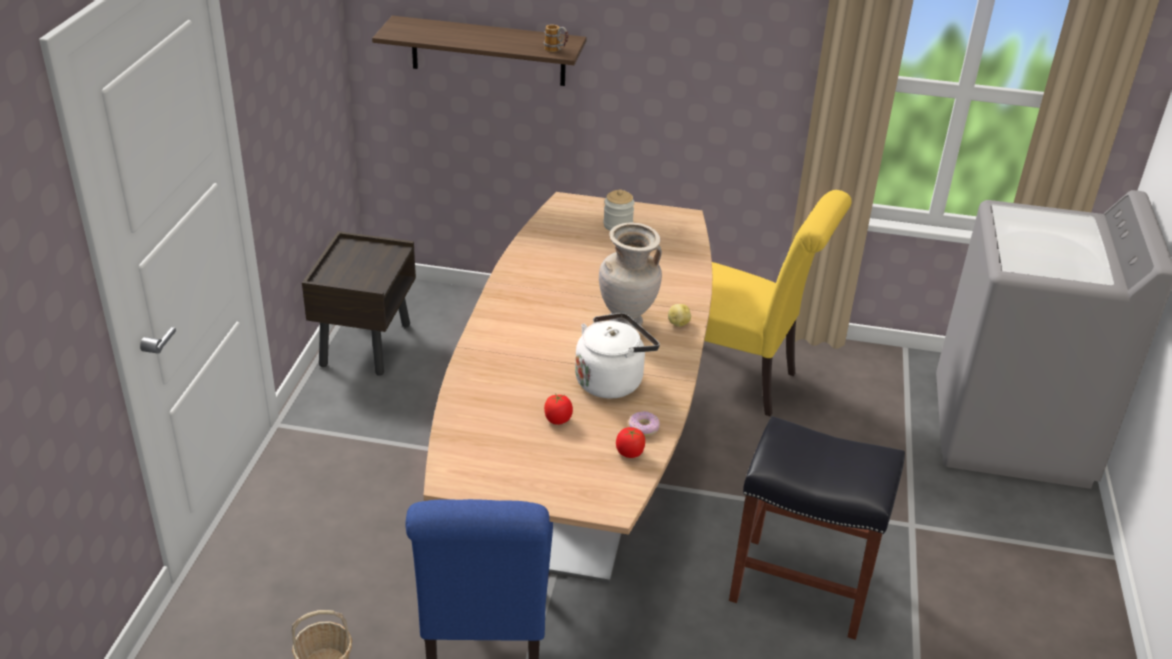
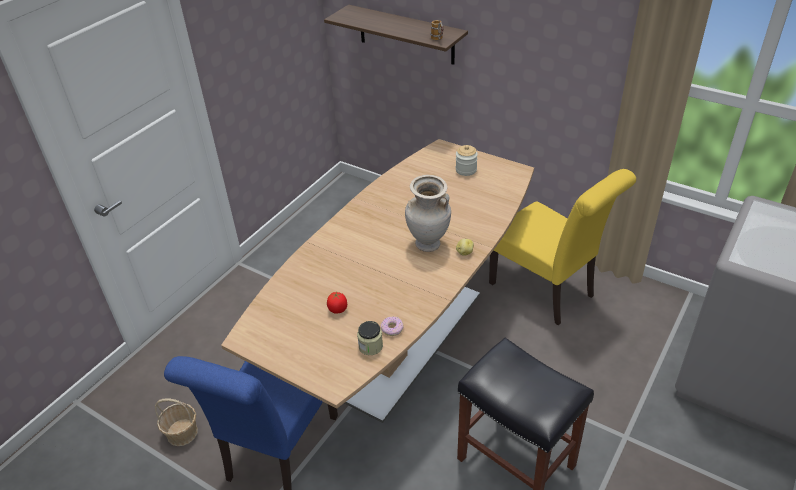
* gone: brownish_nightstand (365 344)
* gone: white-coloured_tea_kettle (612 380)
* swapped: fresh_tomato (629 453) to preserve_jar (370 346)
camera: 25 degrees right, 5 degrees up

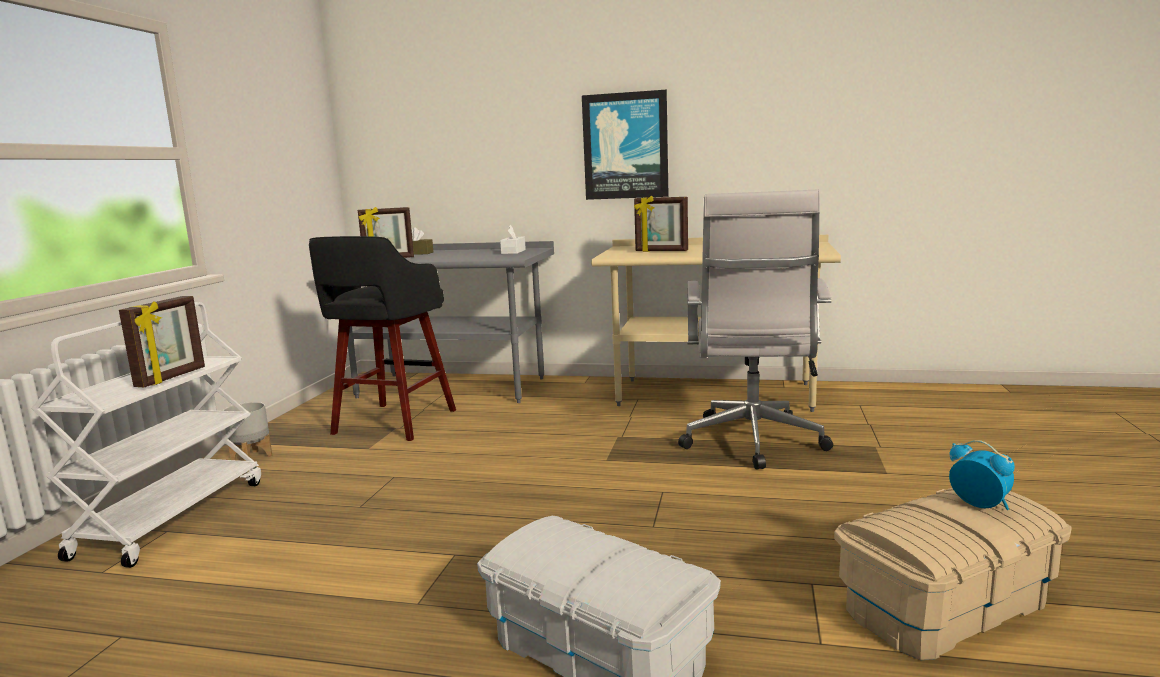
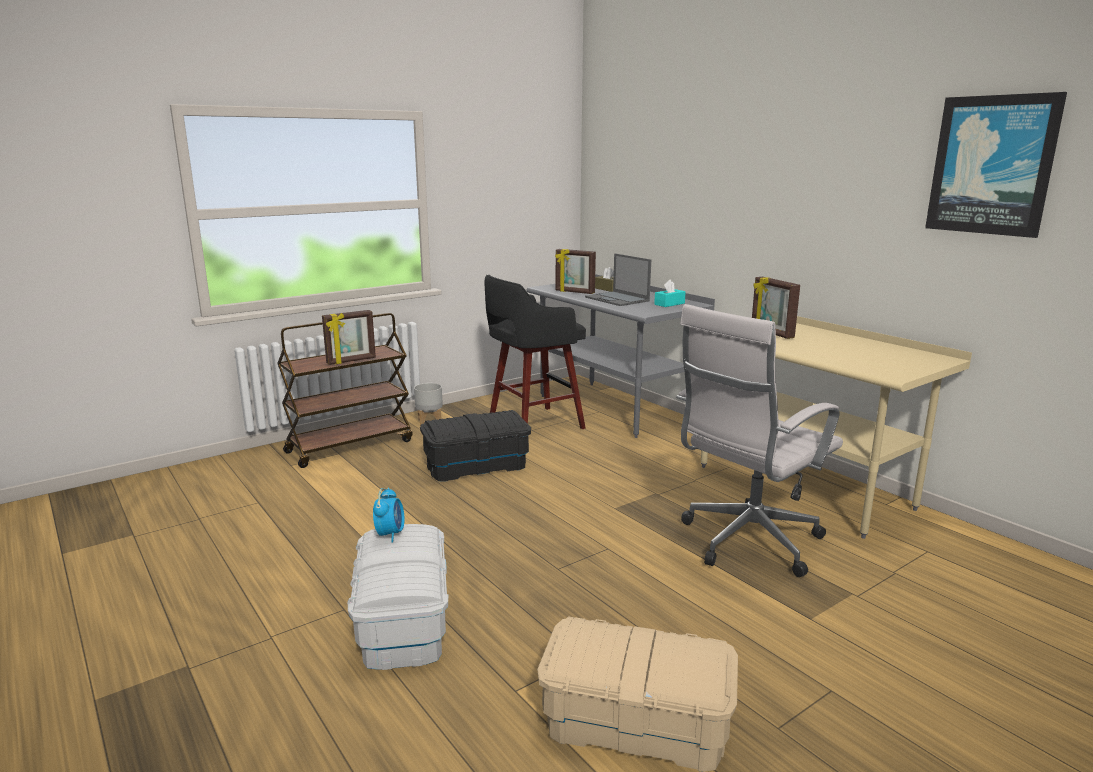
* repainted: white-coloured_wheeled_cart (172 517) to brownish_wheeled_cart (350 446)
* repainted: white-coloured_tissue_box (513 252) to turquoise_tissue_box (669 304)
* shifted: wall_picture (625 146) to (992 165)
* shifted: bedside_clock (979 505) to (390 534)
* new: black-coloured_storage_container (476 465)
* new: laptop (617 299)
camera: 40 degrees right, 5 degrees up

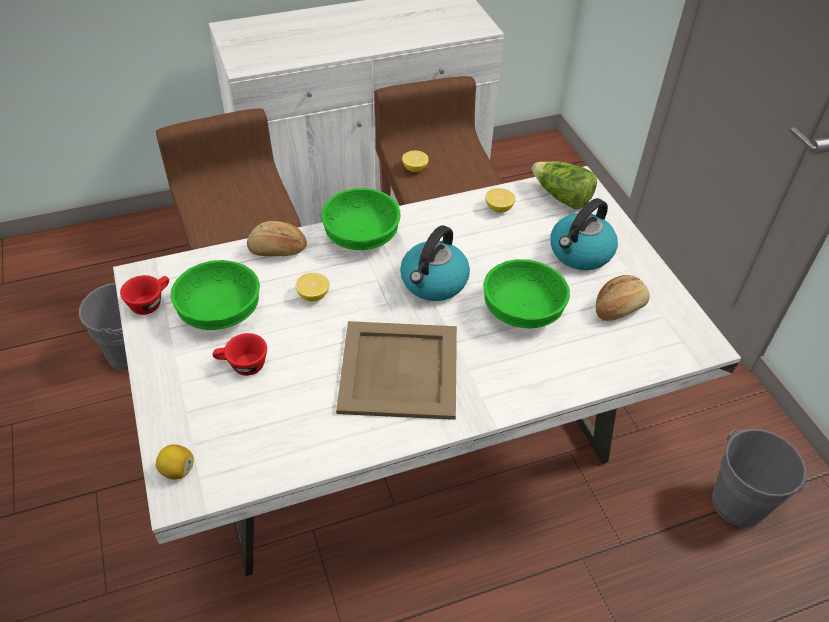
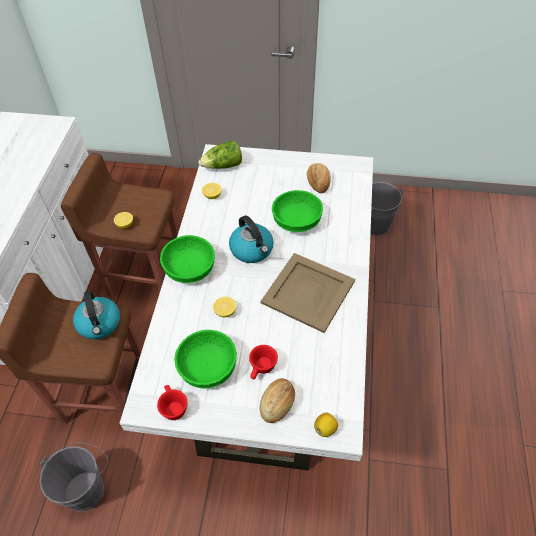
* shifted: baked_bread (277 250) to (278 404)
* shifted: tea_kettle (580 253) to (100 324)
camera: 60 degrees left, 5 degrees up

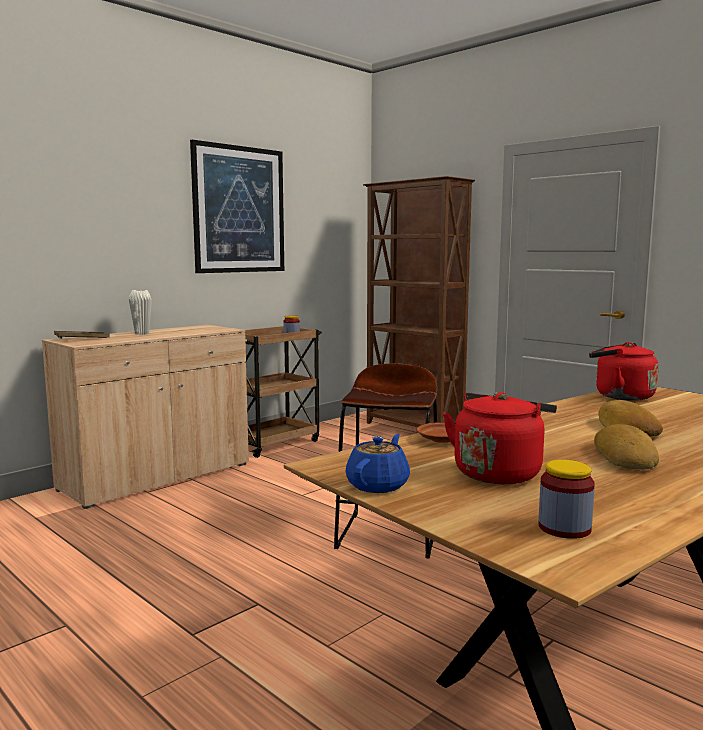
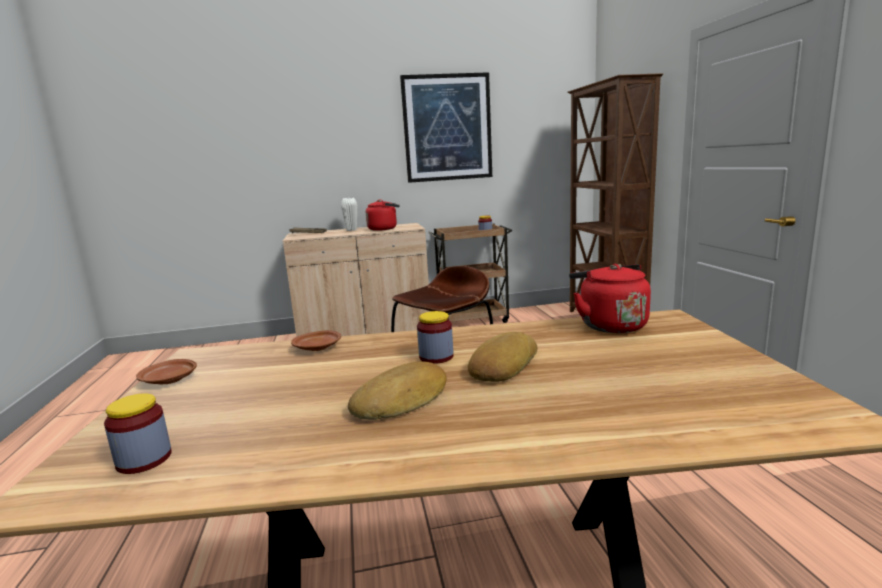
* swapped: blue-coloured_tea_pot (378 485) to brownish_dinner_plate (169 380)
* shifted: red_tea_kettle (498 472) to (384 229)
* new: preserve_jar (436 357)
camera: 35 degrees right, 5 degrees up

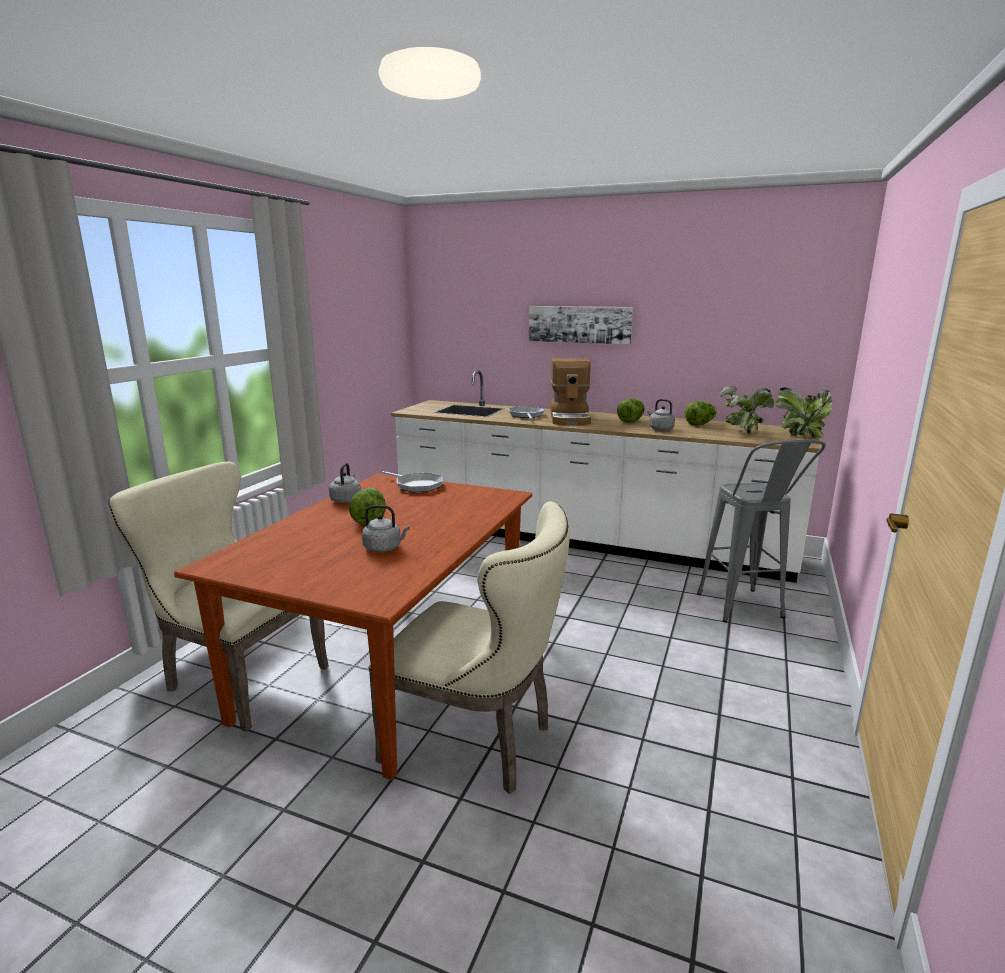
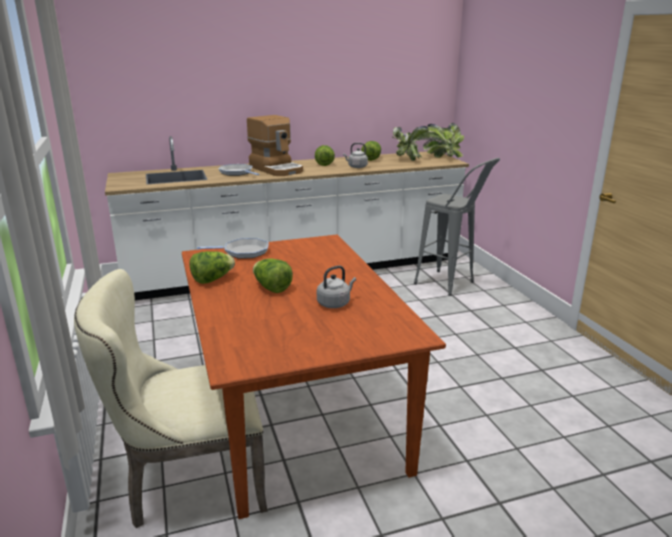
* swapped: gray_tea_kettle (346 500) to lettuce_head (212 279)
* gone: beige_upright_chair (479 741)
* gone: wall_picture (579 324)
camera: 40 degrees left, 5 degrees up

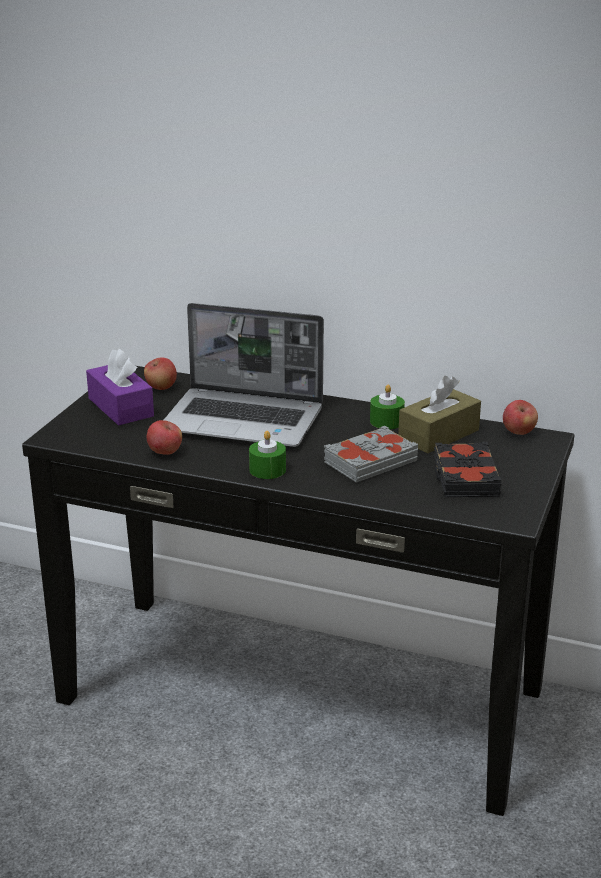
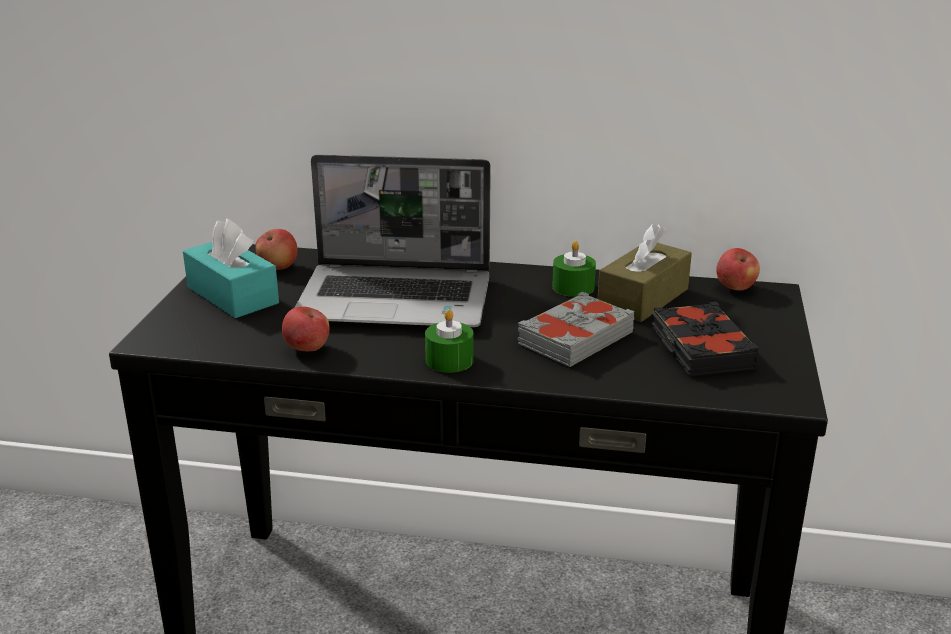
* repainted: purple_tissue_box (120 407) to turquoise_tissue_box (232 295)
camera: 10 degrees left, 0 degrees up

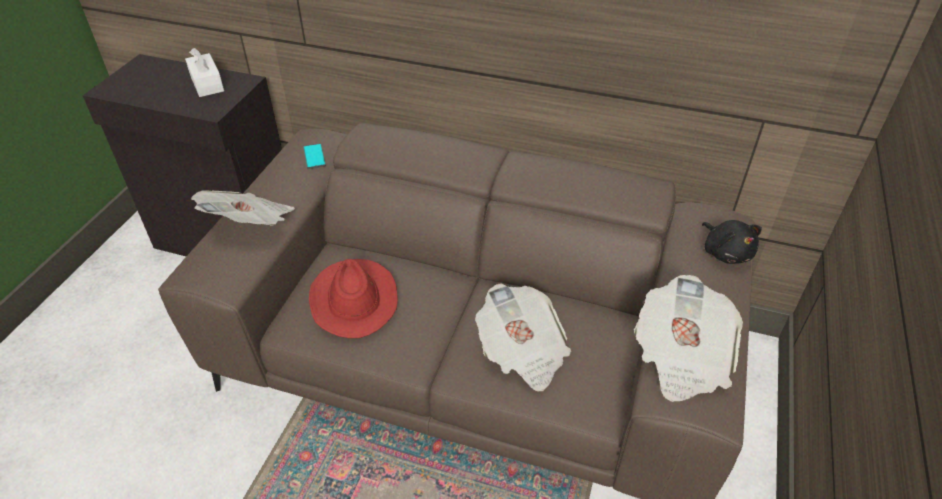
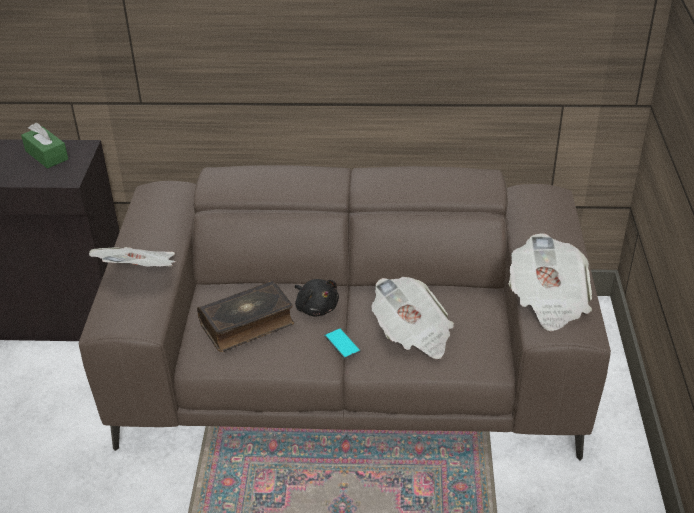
* repainted: white-coloured_tissue_box (207 83) to green_tissue_box (46 155)
* shifted: telephone (314 156) to (342 344)
* swapped: red_wearable_hat (353 299) to book (247 324)
* shifted: black-coloured_plush_toy (726 252) to (316 307)
camera: 15 degrees left, 5 degrees down

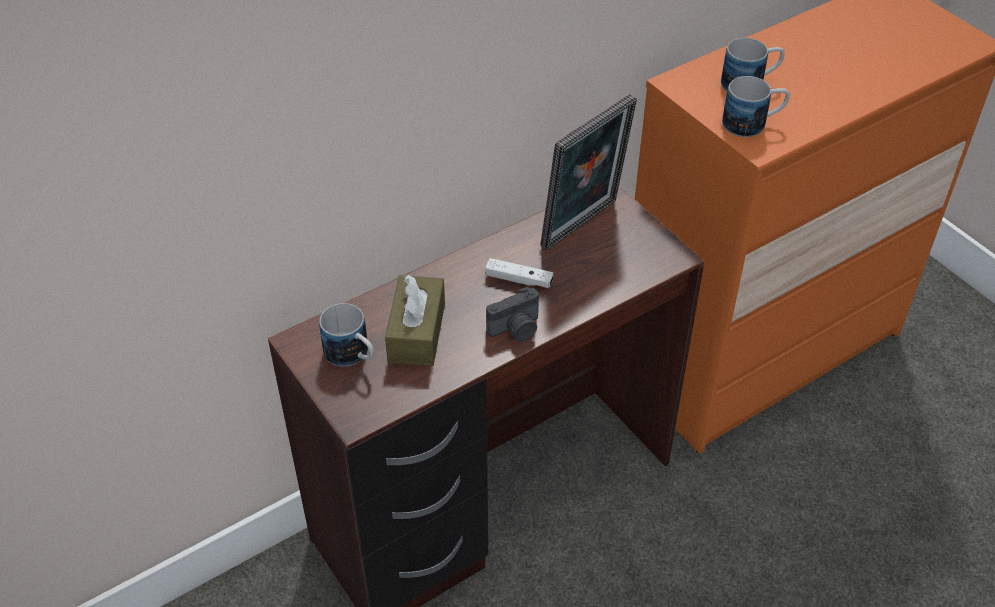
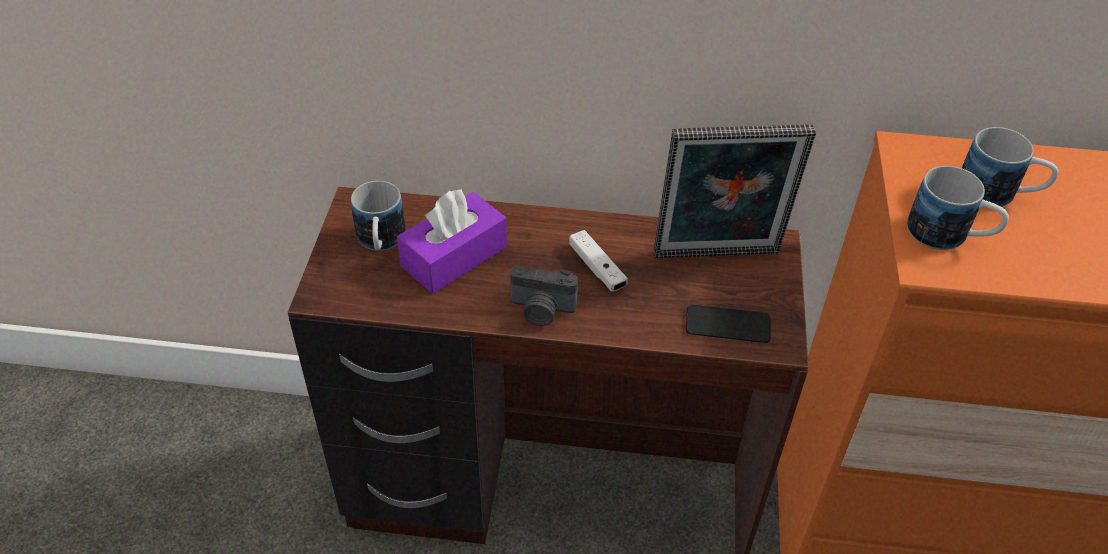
* repainted: brownish_tissue_box (416 332) to purple_tissue_box (454 256)
* new: telephone (727 325)
camera: 40 degrees right, 0 degrees up

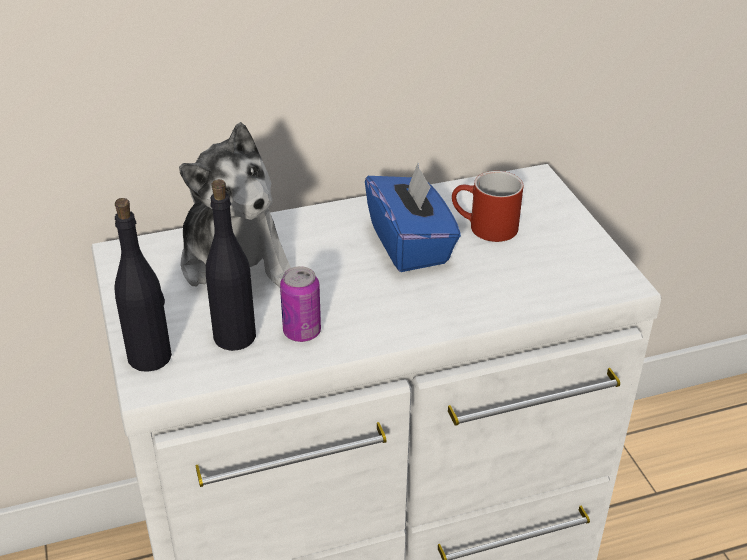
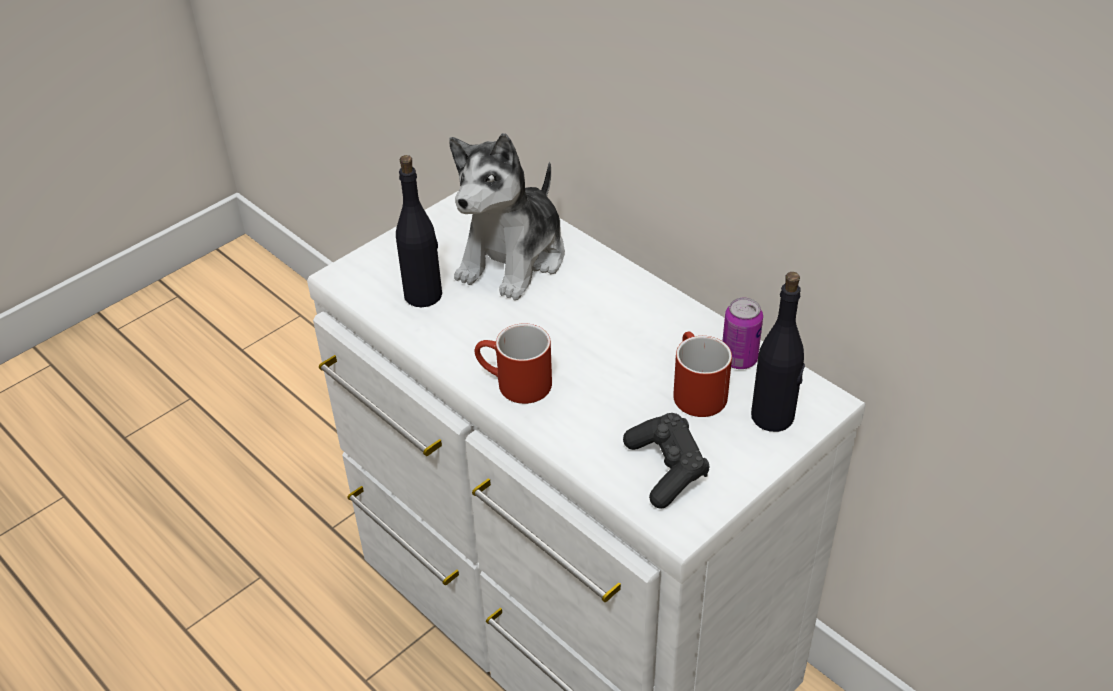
* shifted: black-coloured_beverage_bottle (150 356) to (773 417)
* shifted: metal_can (302 332) to (739 359)
* gone: blue-coloured_tissue_box (410 245)
* new: red_mug (514 384)
* new: black-coloured_gamepad (666 469)
camera: 65 degrees right, 5 degrees up

